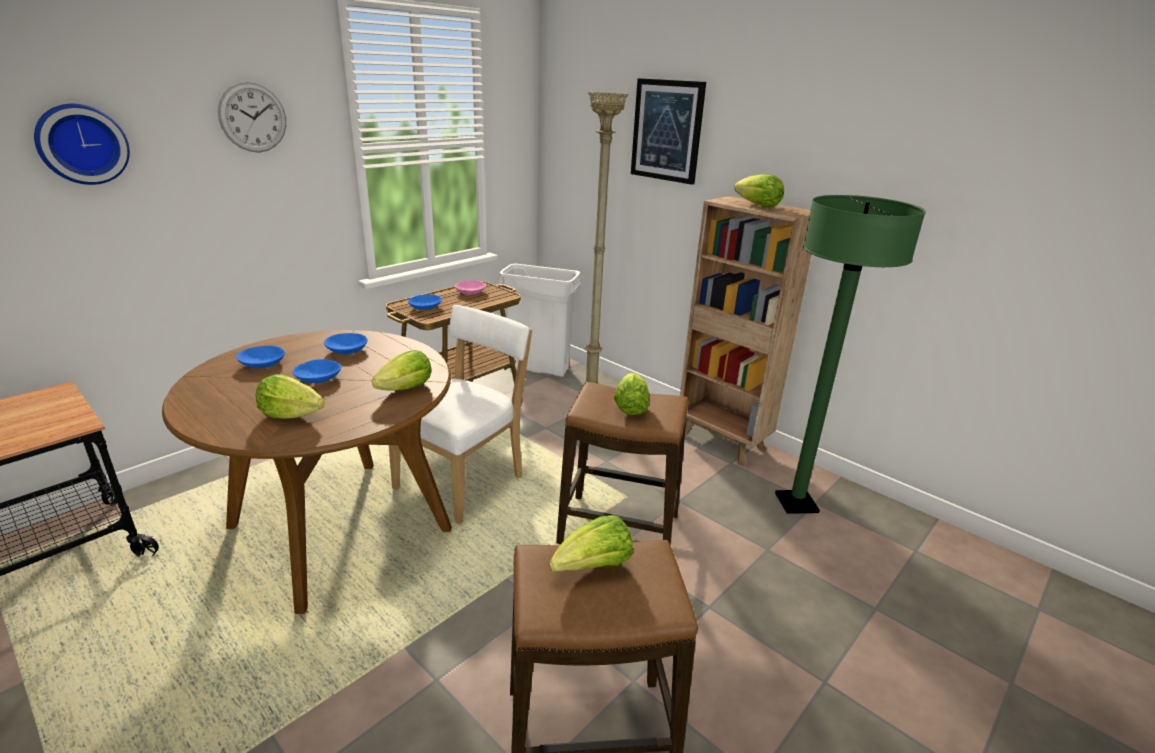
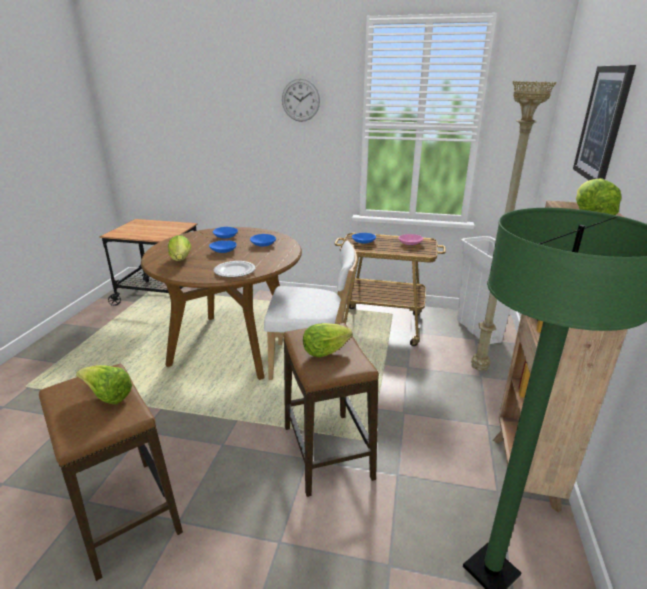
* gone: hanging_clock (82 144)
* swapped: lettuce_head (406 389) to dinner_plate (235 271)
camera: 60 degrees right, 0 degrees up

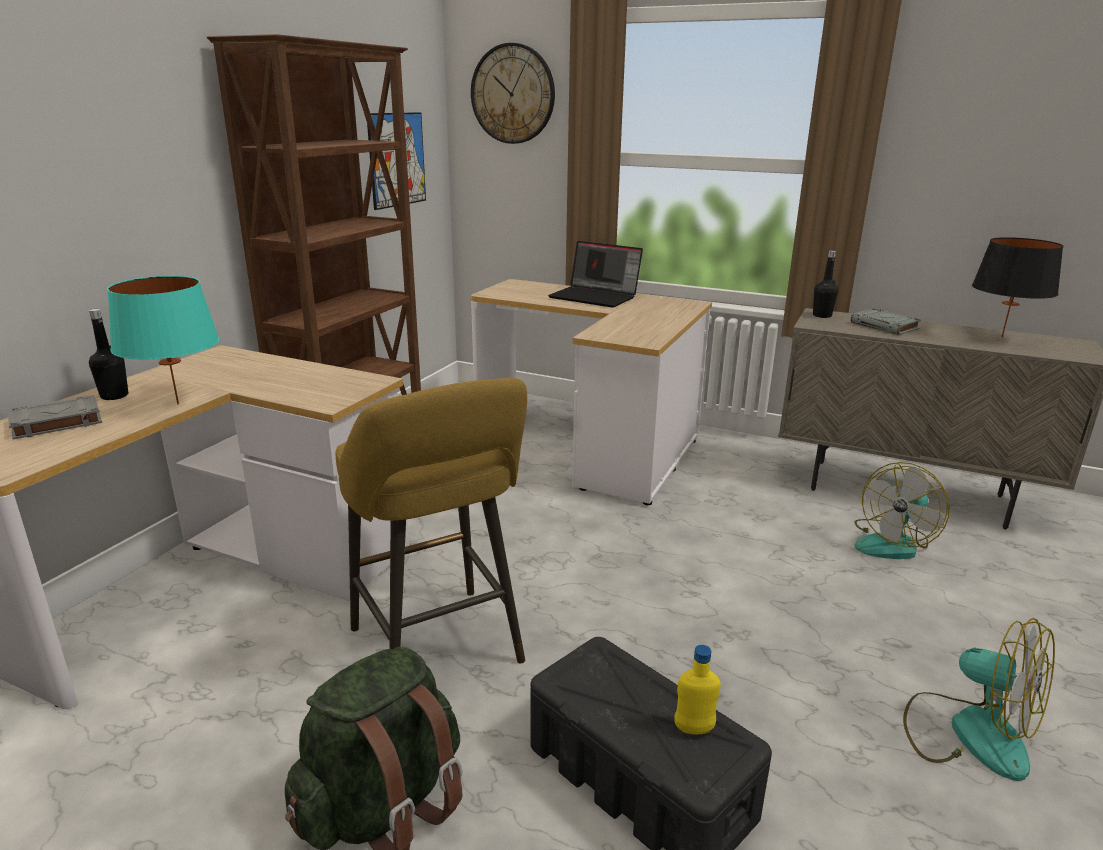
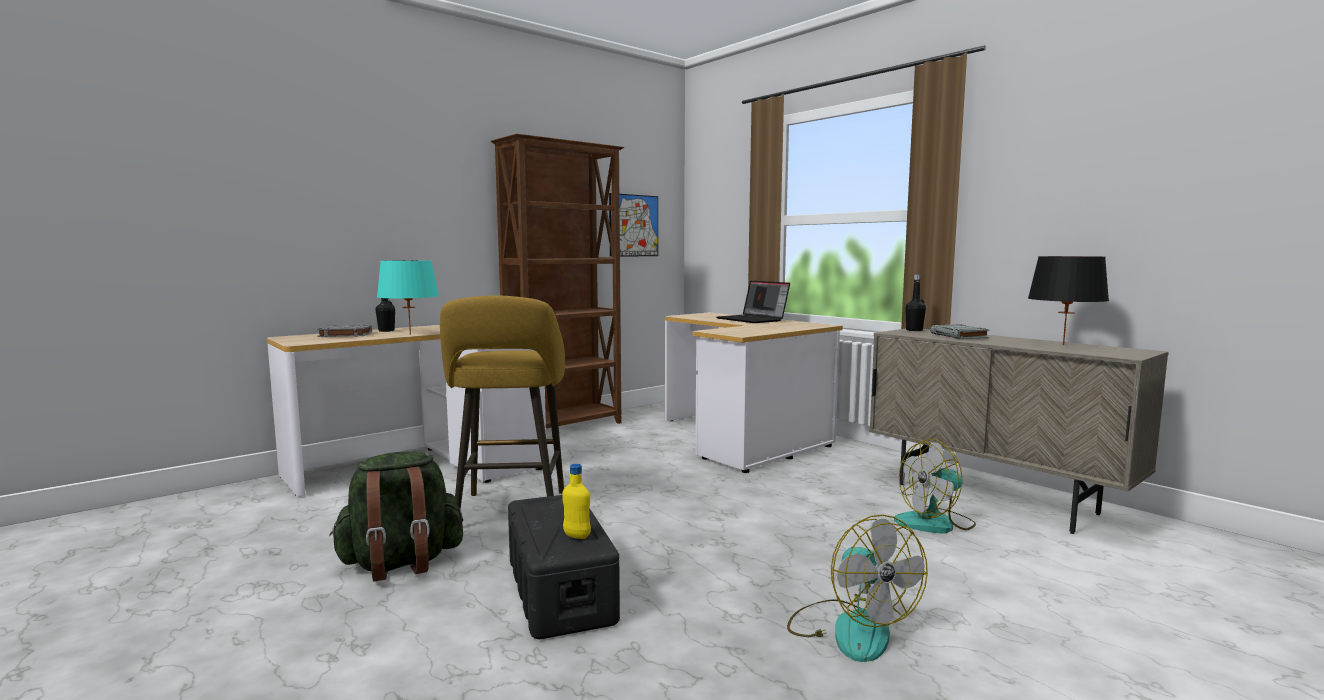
* gone: hanging_clock (513 94)
camera: 25 degrees right, 15 degrees down

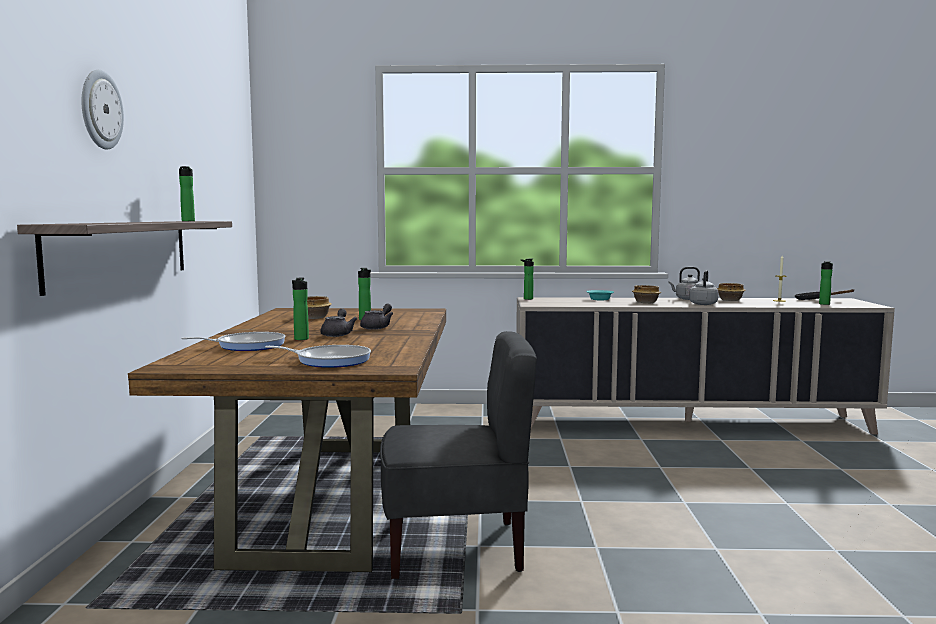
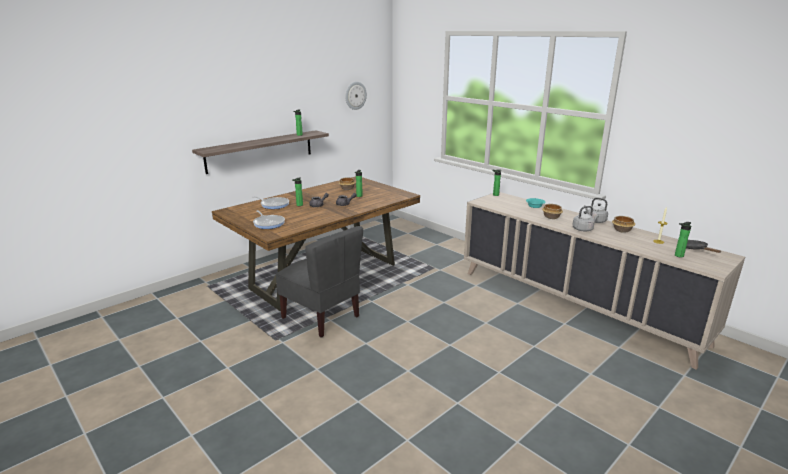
* shifted: hanging_clock (100 110) to (355 95)
camera: 45 degrees right, 15 degrees up

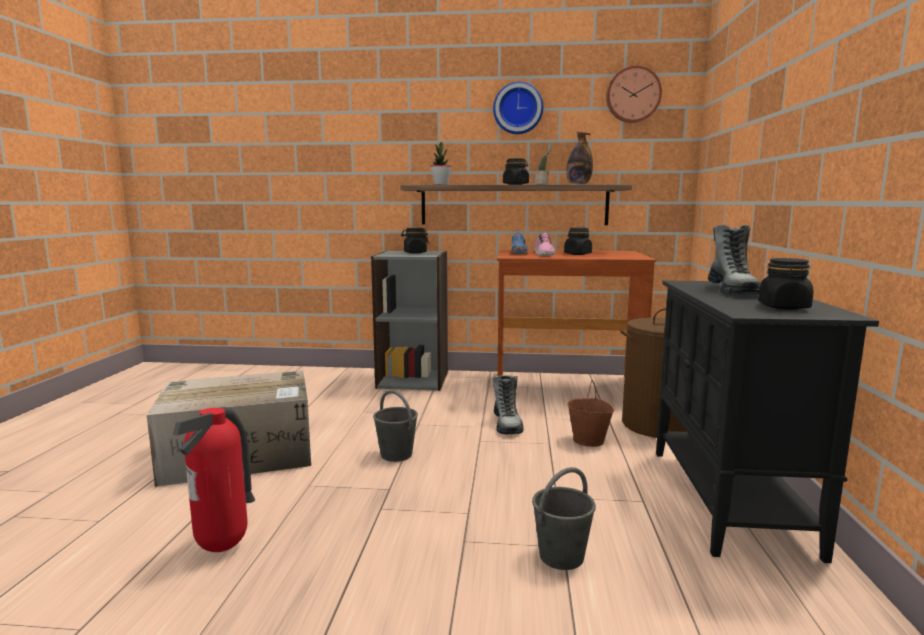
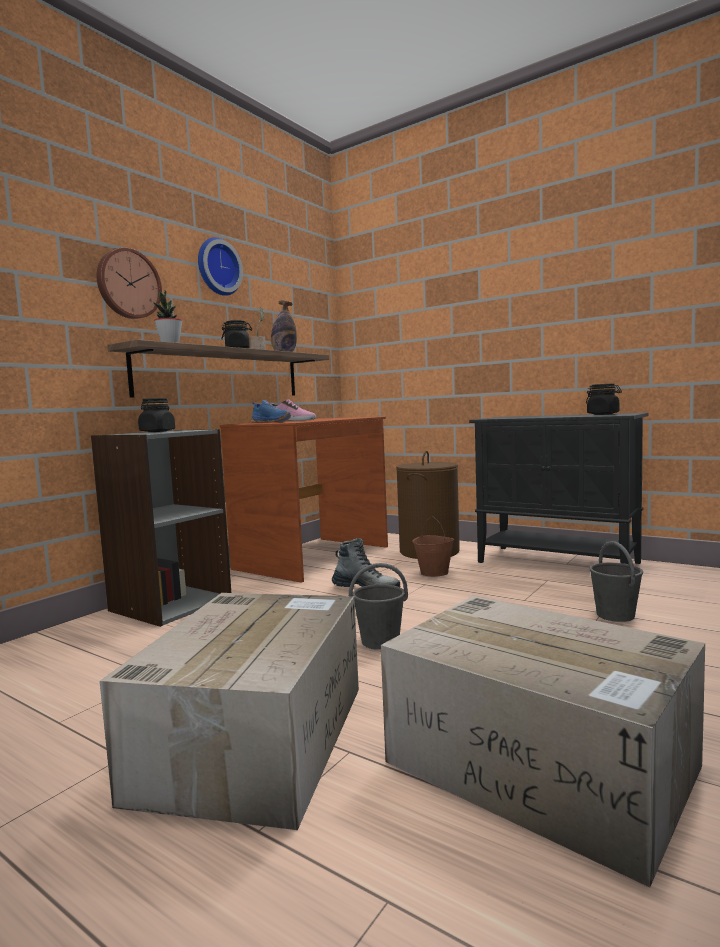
* swapped: extinguisher (223 548) to packing_box (544 765)
* gone: black-coloured_preserve_jar (577 254)
* shifted: hanging_clock (633 95) to (128 284)
* gone: high-top_boot (733 291)
camera: 60 degrees left, 5 degrees down

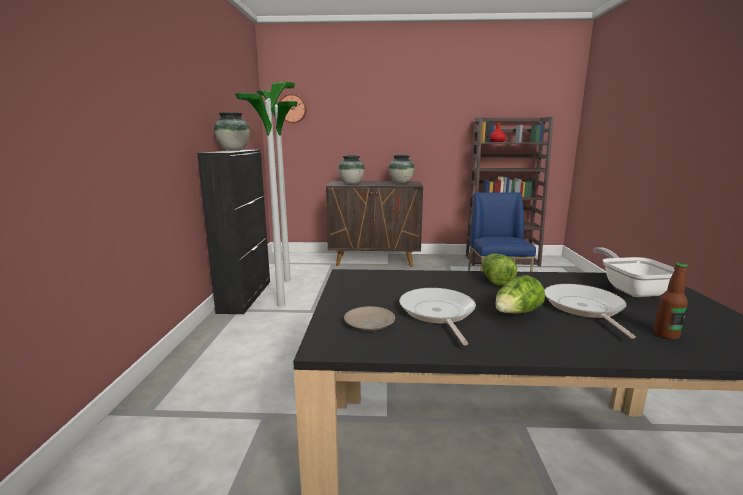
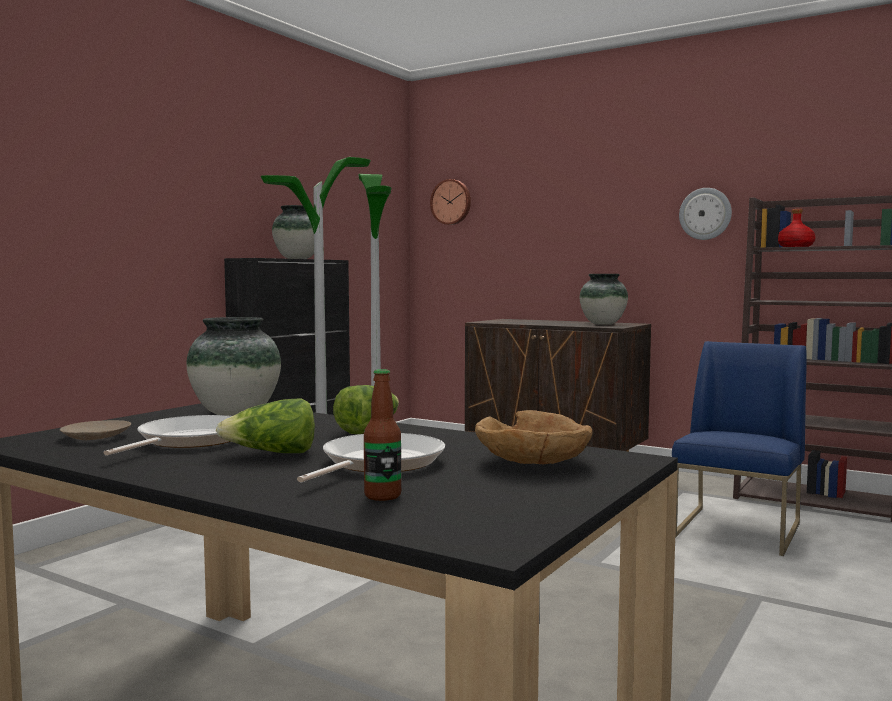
* shifted: flower_vase (351 184) to (235 414)
* swapped: pan (631 289) to brownish_bowl (534 461)
* new: hanging_clock (705 214)
camera: 30 degrees right, 10 degrees down

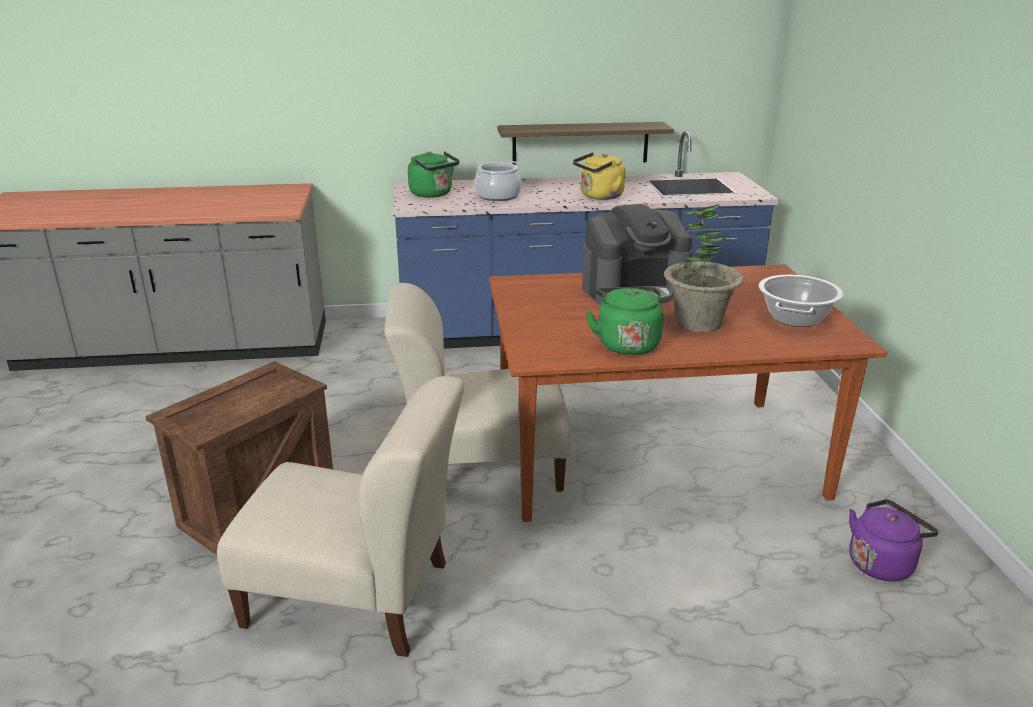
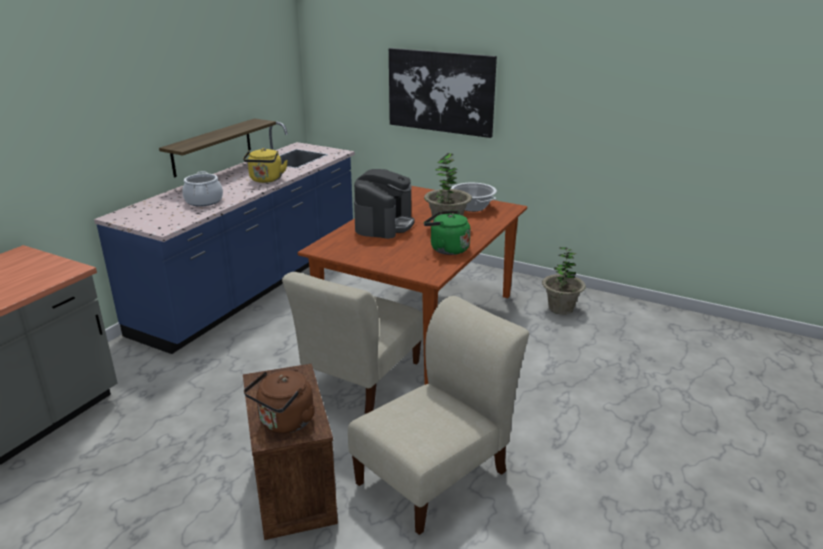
* gone: green_tea_kettle (433 194)
* swapped: purple_tea_kettle (882 563) to potted_plant (561 308)
* new: brownish_tea_kettle (284 423)
* new: wall_picture (441 91)
camera: 55 degrees left, 0 degrees up

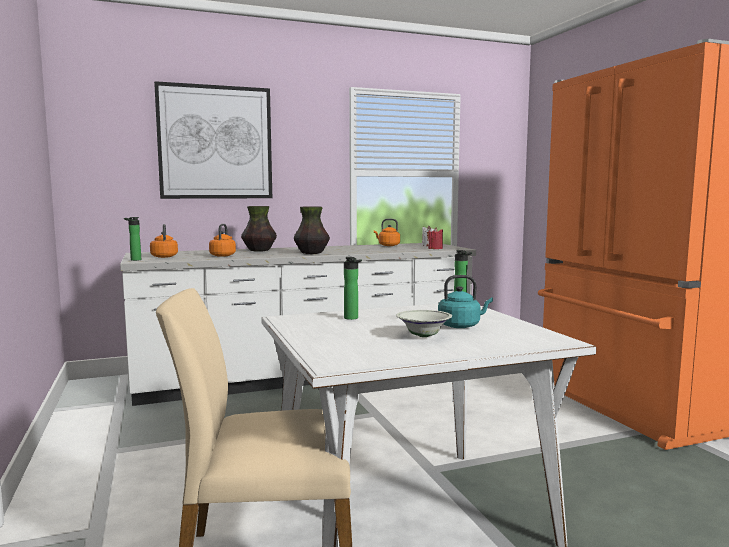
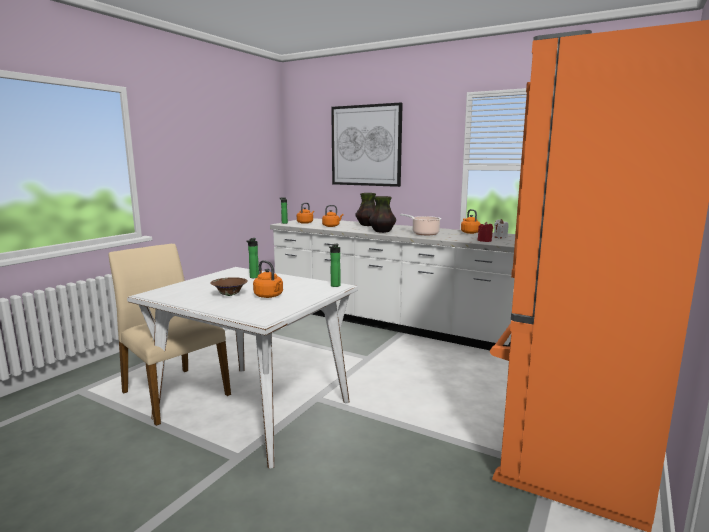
* repainted: white-coloured_bowl (423 336) to brownish_bowl (229 295)
* repainted: turquoise_tea_kettle (461 326) to orange_tea_kettle (269 296)
* new: stockpot (424 233)
camera: 50 degrees right, 5 degrees up

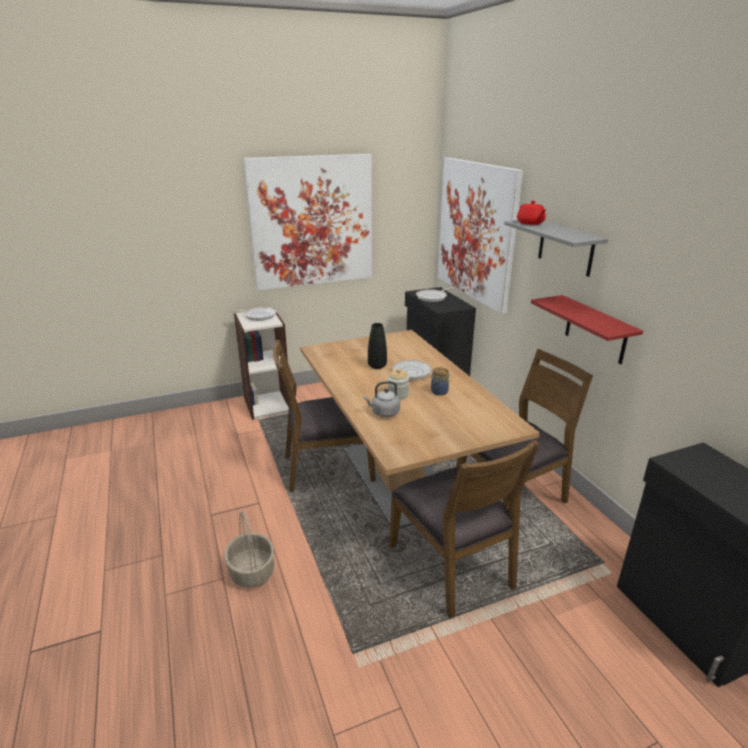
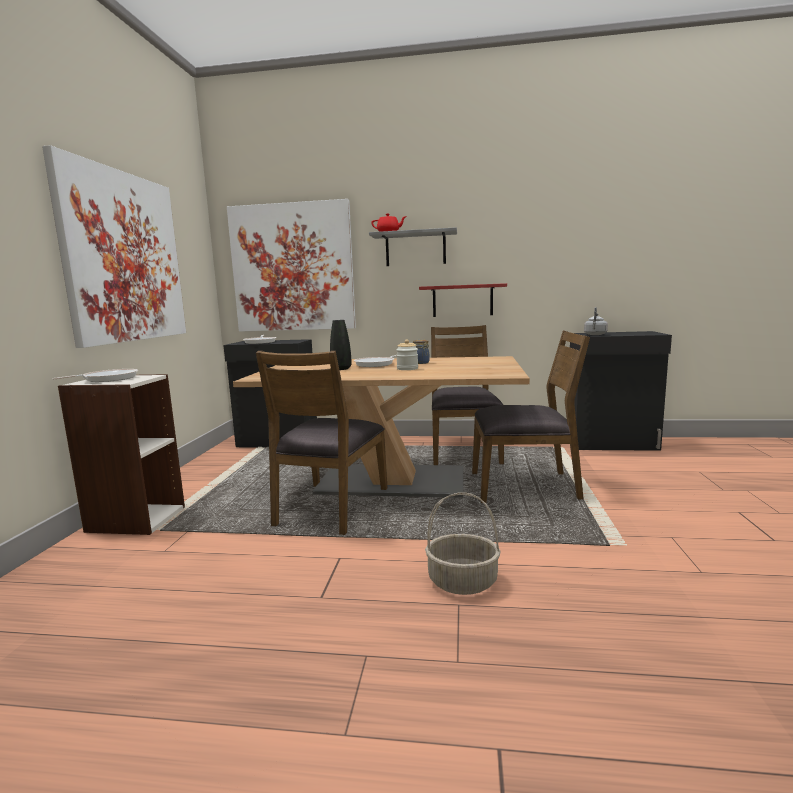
* shifted: gray_tea_kettle (384 413) to (595 334)
camera: 60 degrees left, 15 degrees down

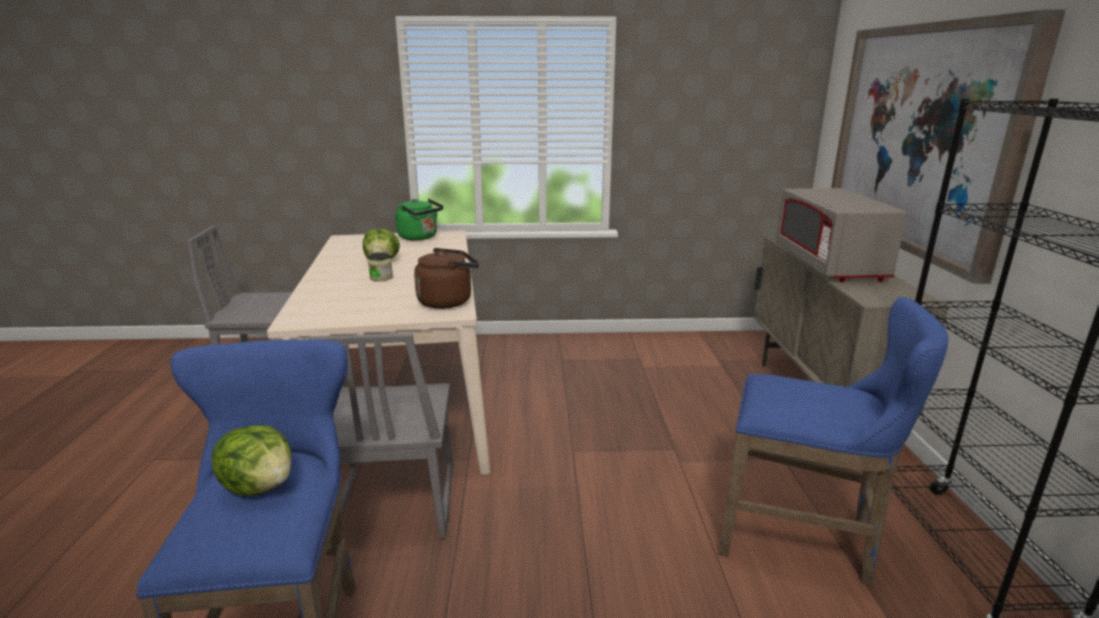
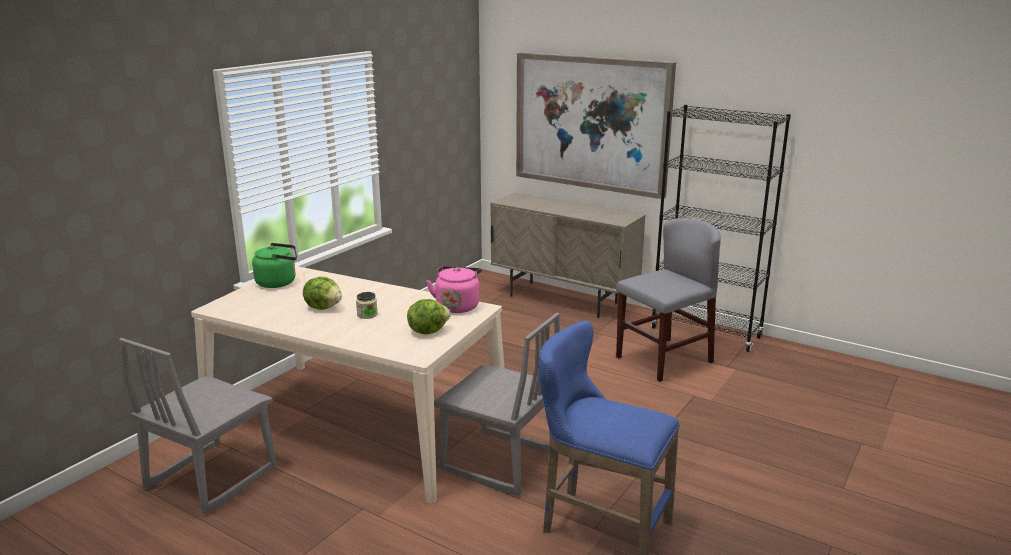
* shifted: lettuce_head (260 486) to (427 331)
* repainted: brownish_tea_kettle (448 301) to pink_tea_kettle (457 306)
* swapped: blue-coloured_sitting_stool (803 541) to gray_upright_chair (664 359)
* gone: gray_kitchen_microwave (829 265)
camera: 55 degrees left, 0 degrees up

